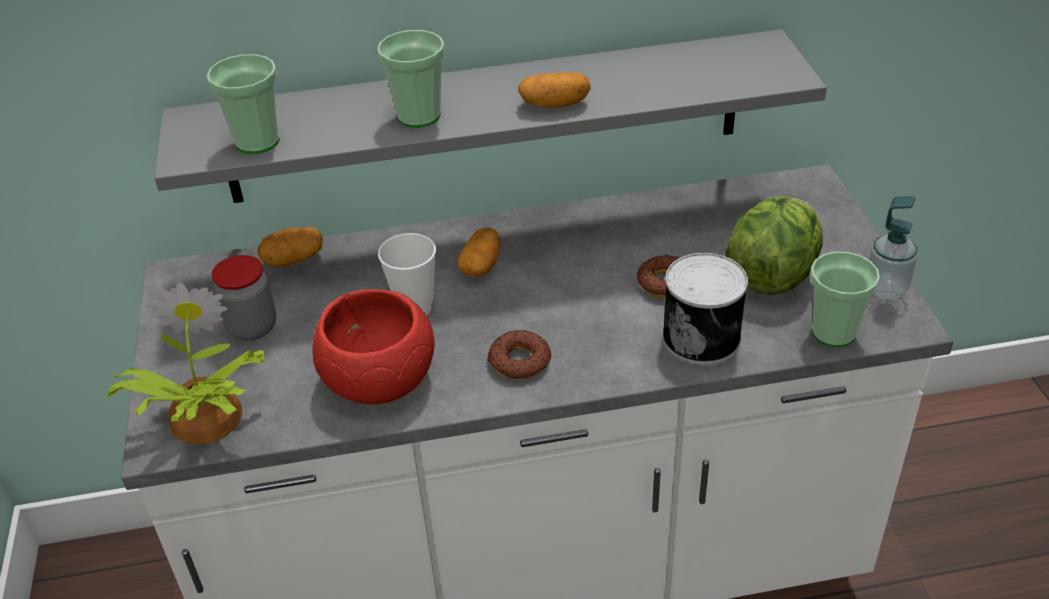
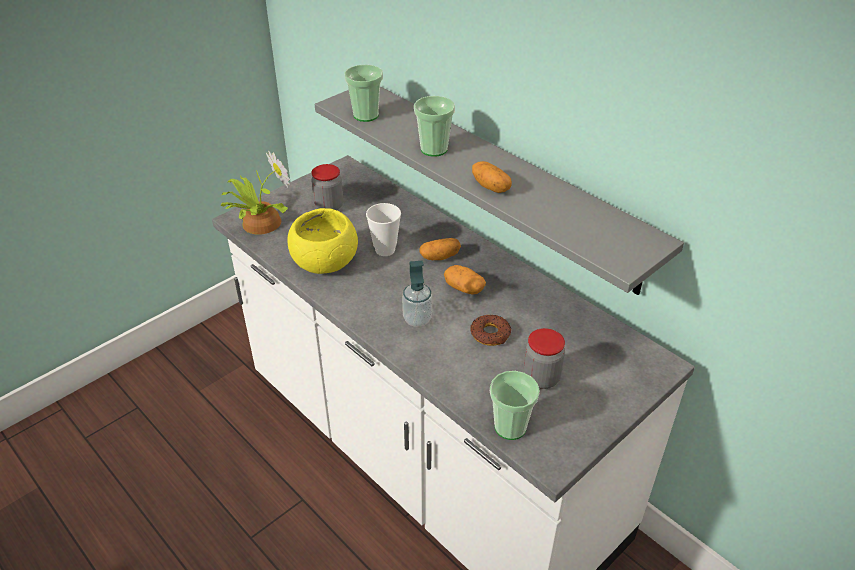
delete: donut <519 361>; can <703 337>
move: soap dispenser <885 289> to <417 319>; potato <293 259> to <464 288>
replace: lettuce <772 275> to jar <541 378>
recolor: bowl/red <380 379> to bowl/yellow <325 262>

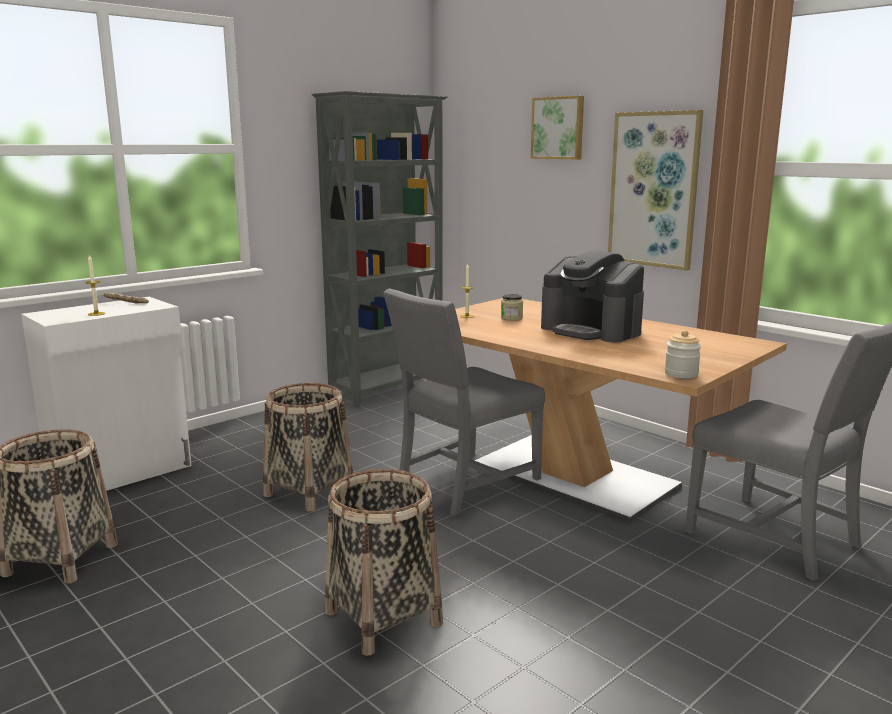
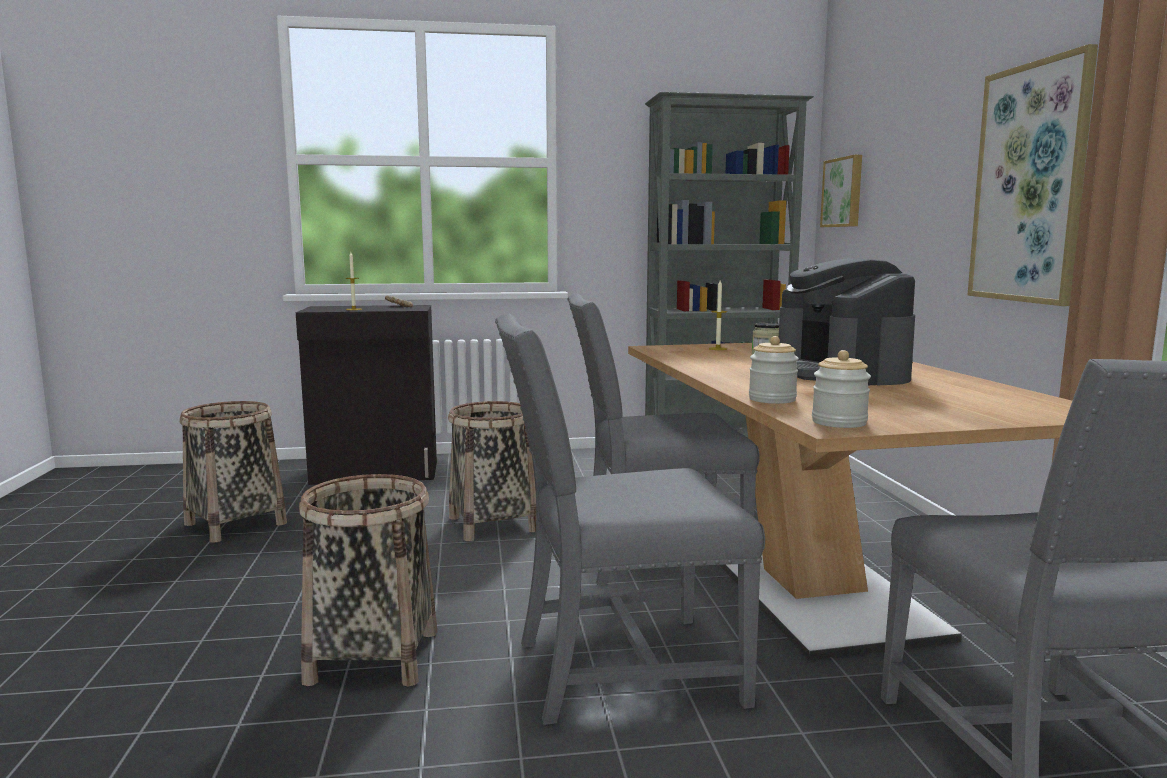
insert: chair/grey <620 670>; jar <772 399>
move: picture <558 128> to <844 192>
recolor: cabinet/white <122 473> to cabinet/black <376 473>

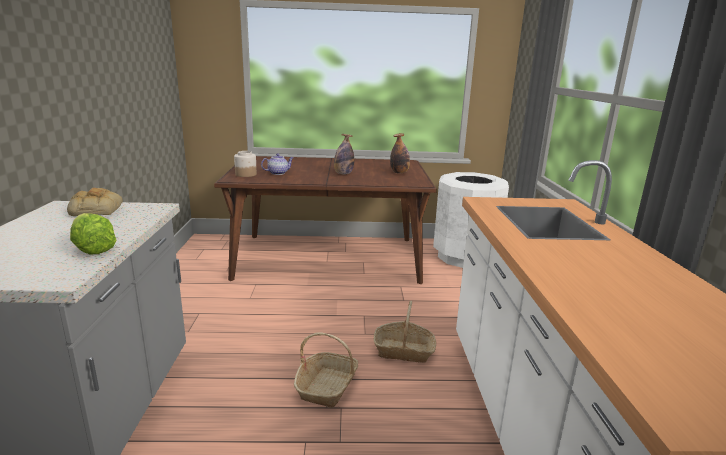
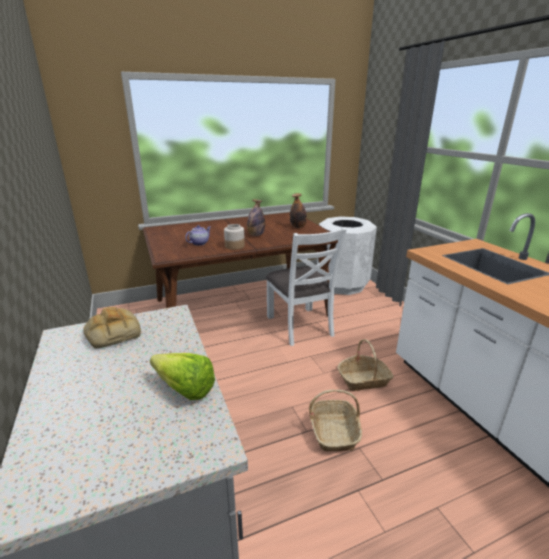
insert: chair/white <300 326>
move: jar <245 174> to <234 246>

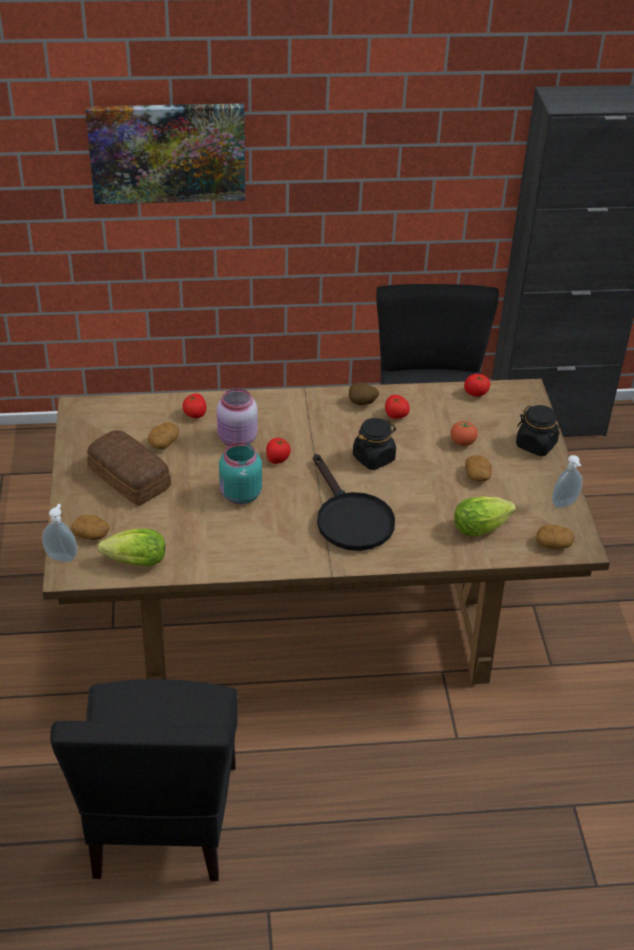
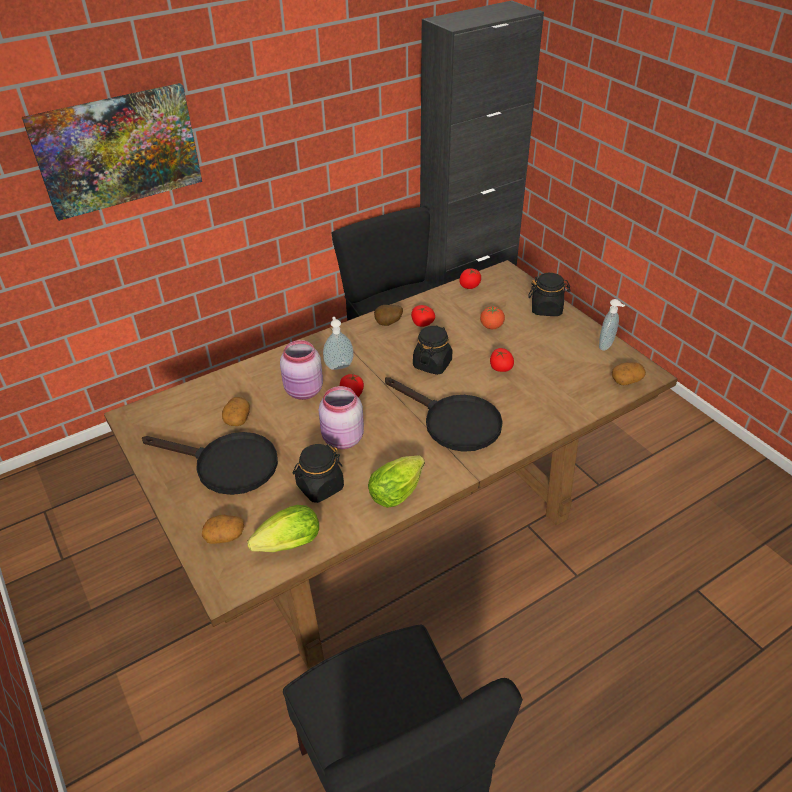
delete: potato <477 476>
insert: jar/black <320 487>
move: soap dispenser <62 556> to <339 365>; lettuce <483 527> to <399 491>; tomato <195 414> to <500 368>
replace: bread <129 479> to frying pan/black <226 465>
recolor: jar/turquoise <239 495> to jar/pink <342 439>

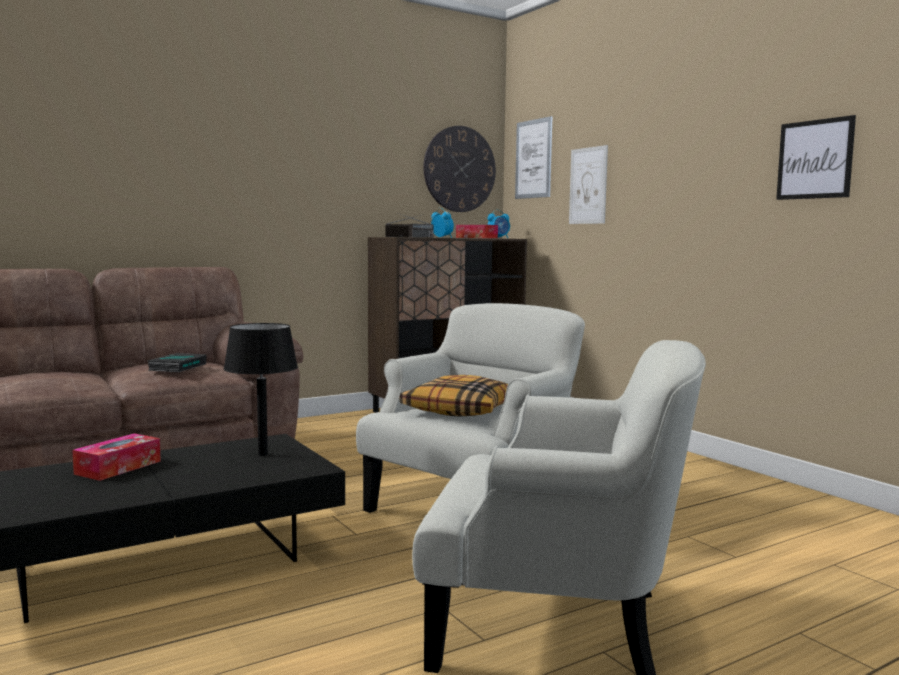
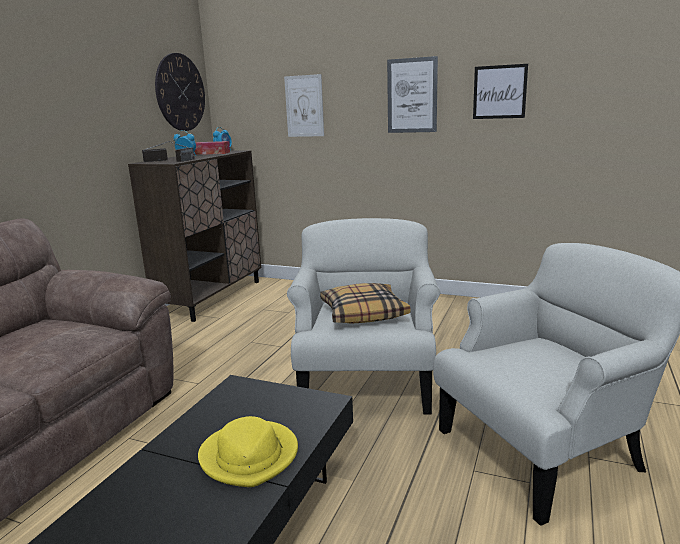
delete: tissue box <118 467>; book <177 367>; table lamp/black <262 454>
insert: hat/yellow <250 456>
move: picture <533 159> to <412 95>

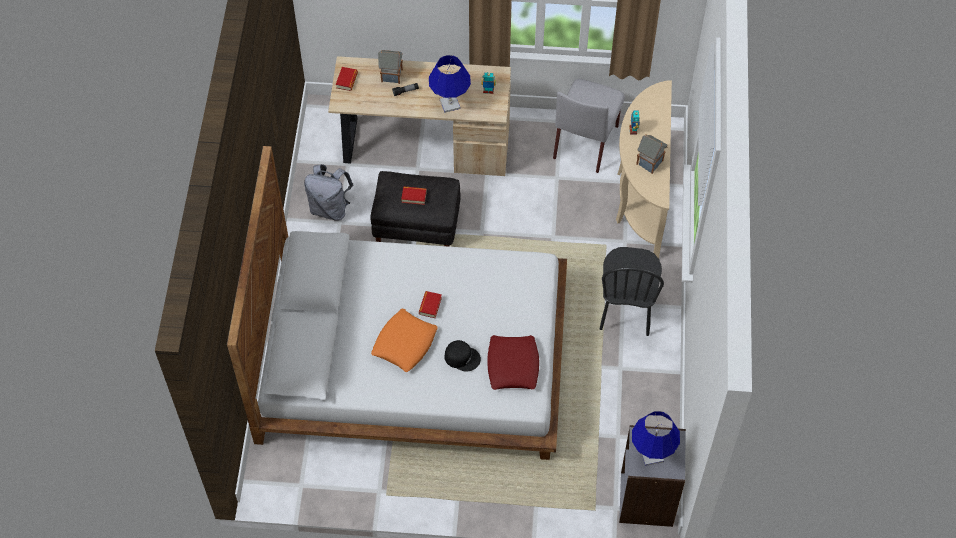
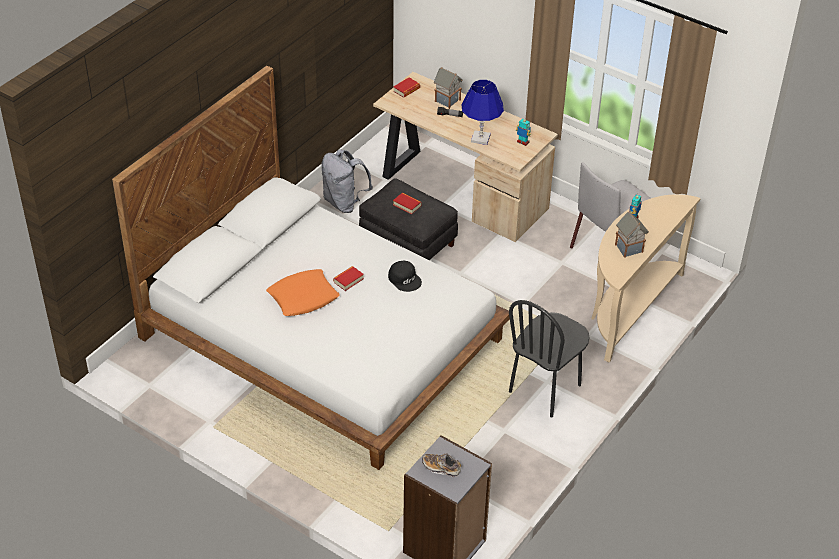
delete: pillow/red <512 365>
move: cap/black <462 357> to <405 279>
replace: table lamp/blue <651 455> to shoe <441 468>

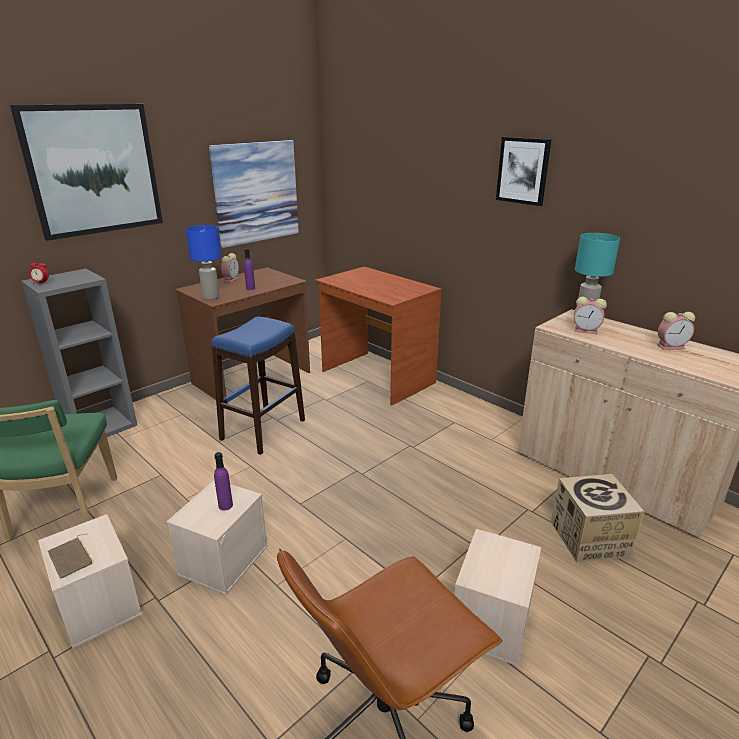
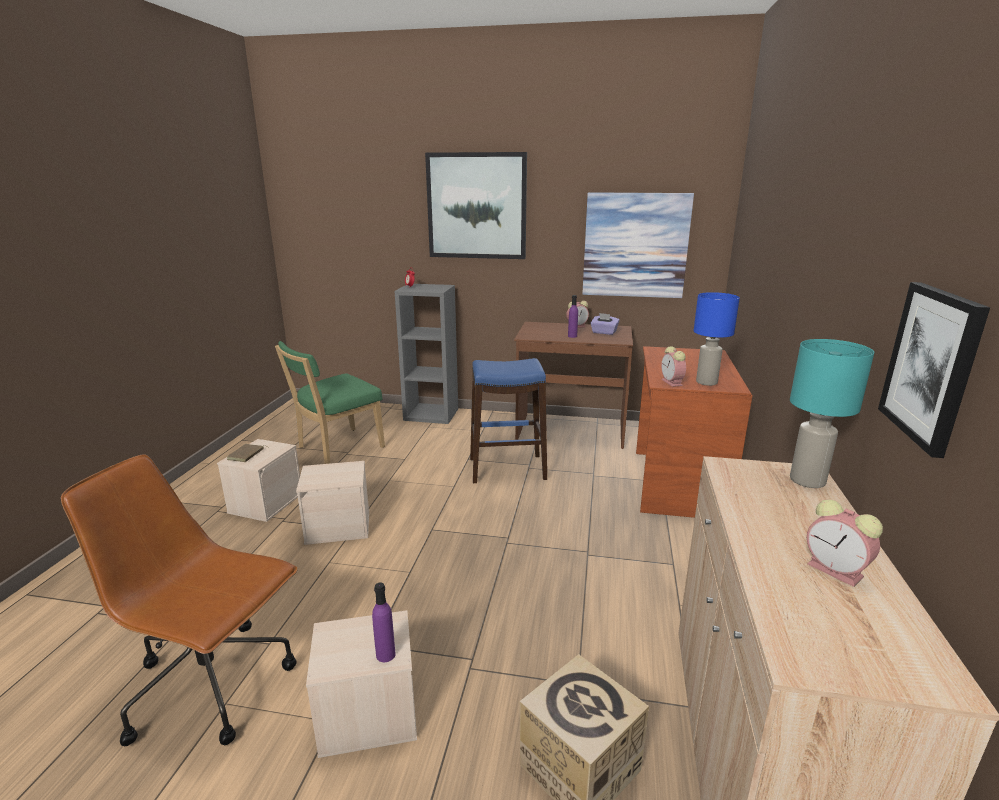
insert: tissue box/purple <604 332>
move: bottle/purple <225 505> to <385 655>; alarm clock <587 331> to <672 383>; table lamp/blue <210 297> to <706 382>; picture <523 171> to <931 365>

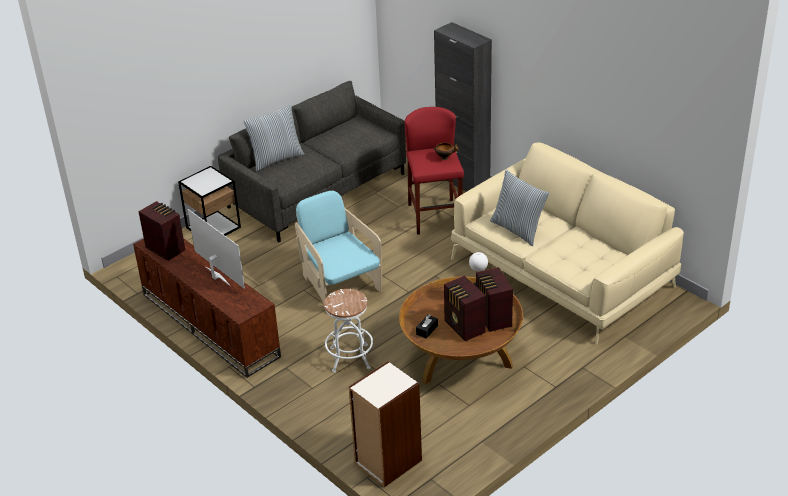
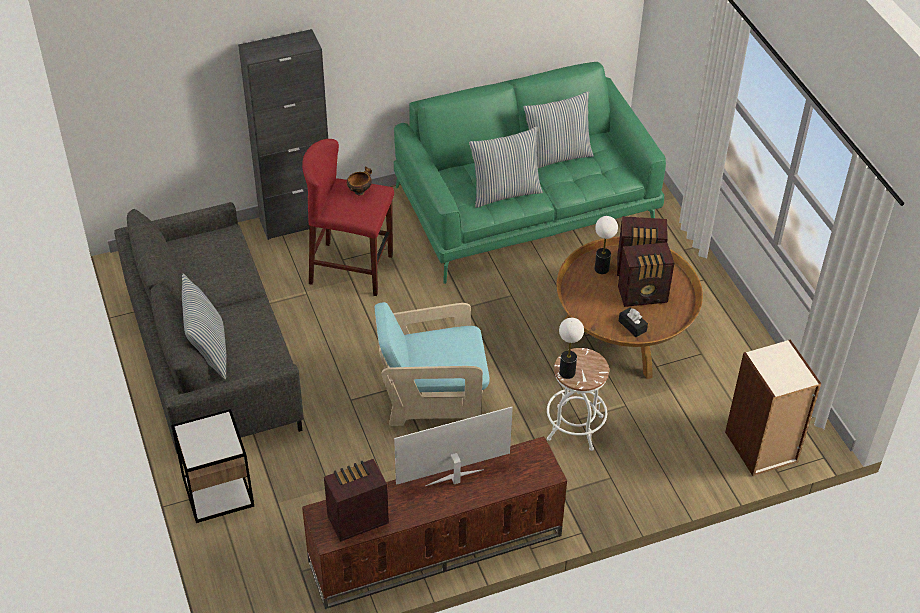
insert: pillow <556 156>; table lamp <567 372>
recolor: sofa/beige <563 273> to sofa/green <526 207>

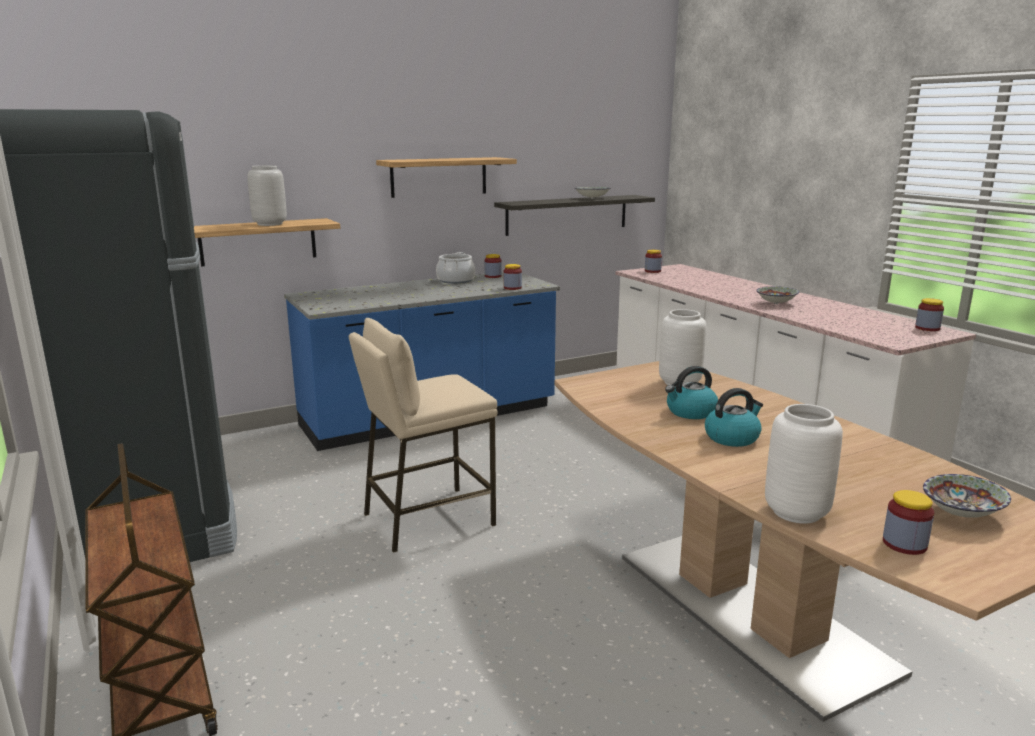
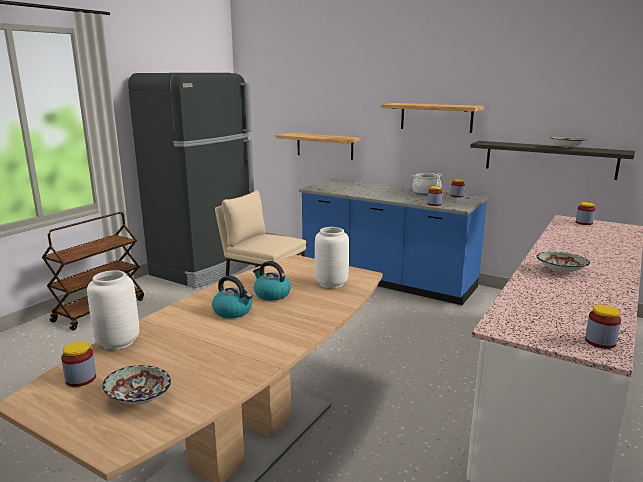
delete: vase/grey <269 224>

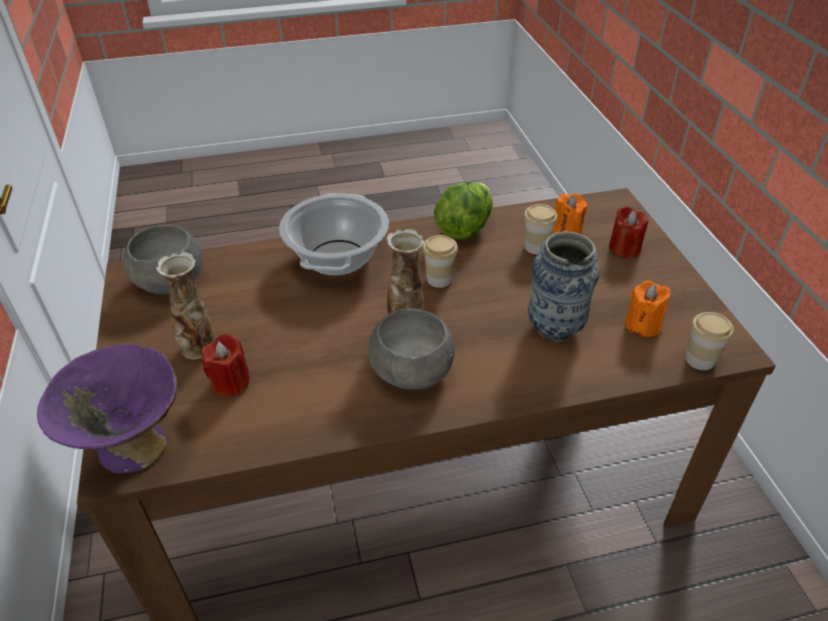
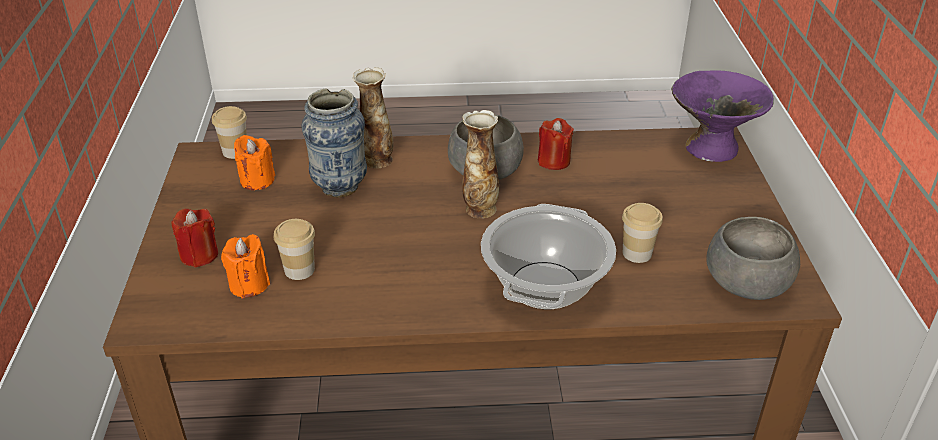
delete: lettuce <464 228>
move: vase <199 347> to <377 160>; candle/red <230 382> to <553 161>; cup <439 279> to <637 253>

